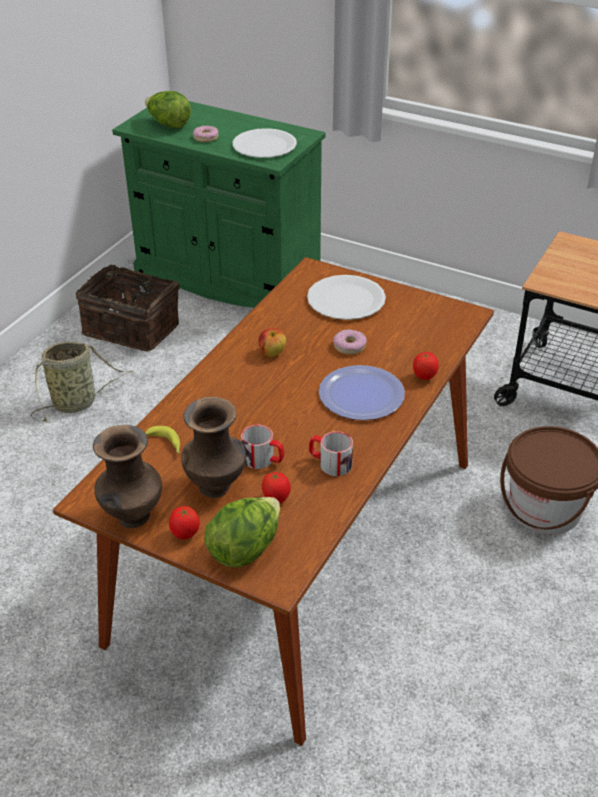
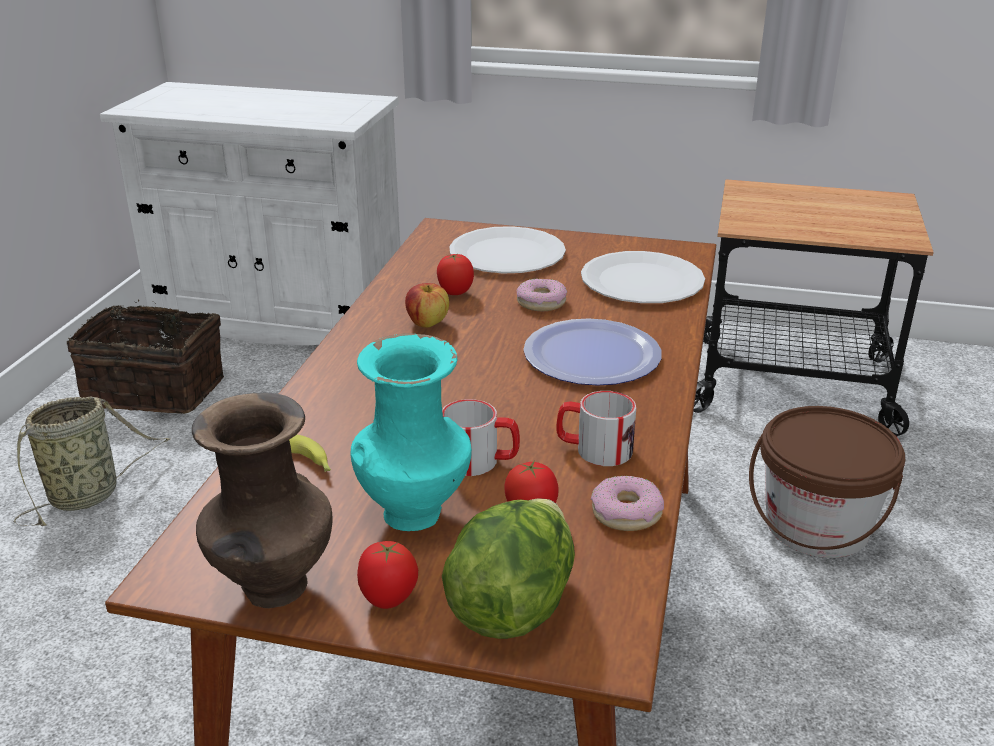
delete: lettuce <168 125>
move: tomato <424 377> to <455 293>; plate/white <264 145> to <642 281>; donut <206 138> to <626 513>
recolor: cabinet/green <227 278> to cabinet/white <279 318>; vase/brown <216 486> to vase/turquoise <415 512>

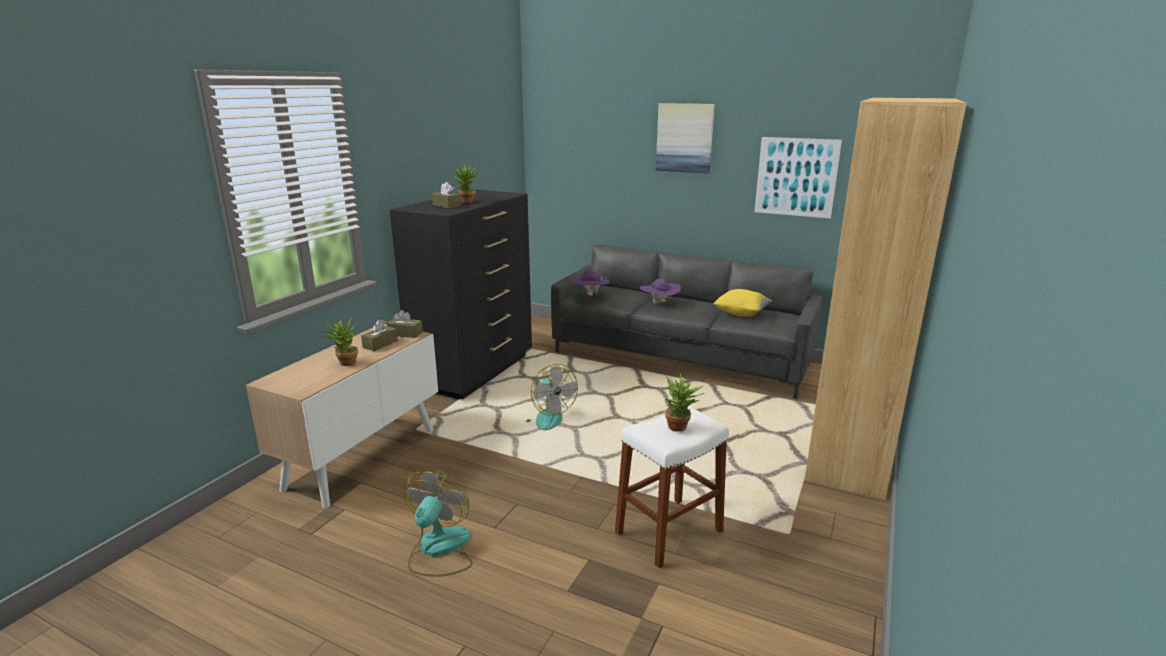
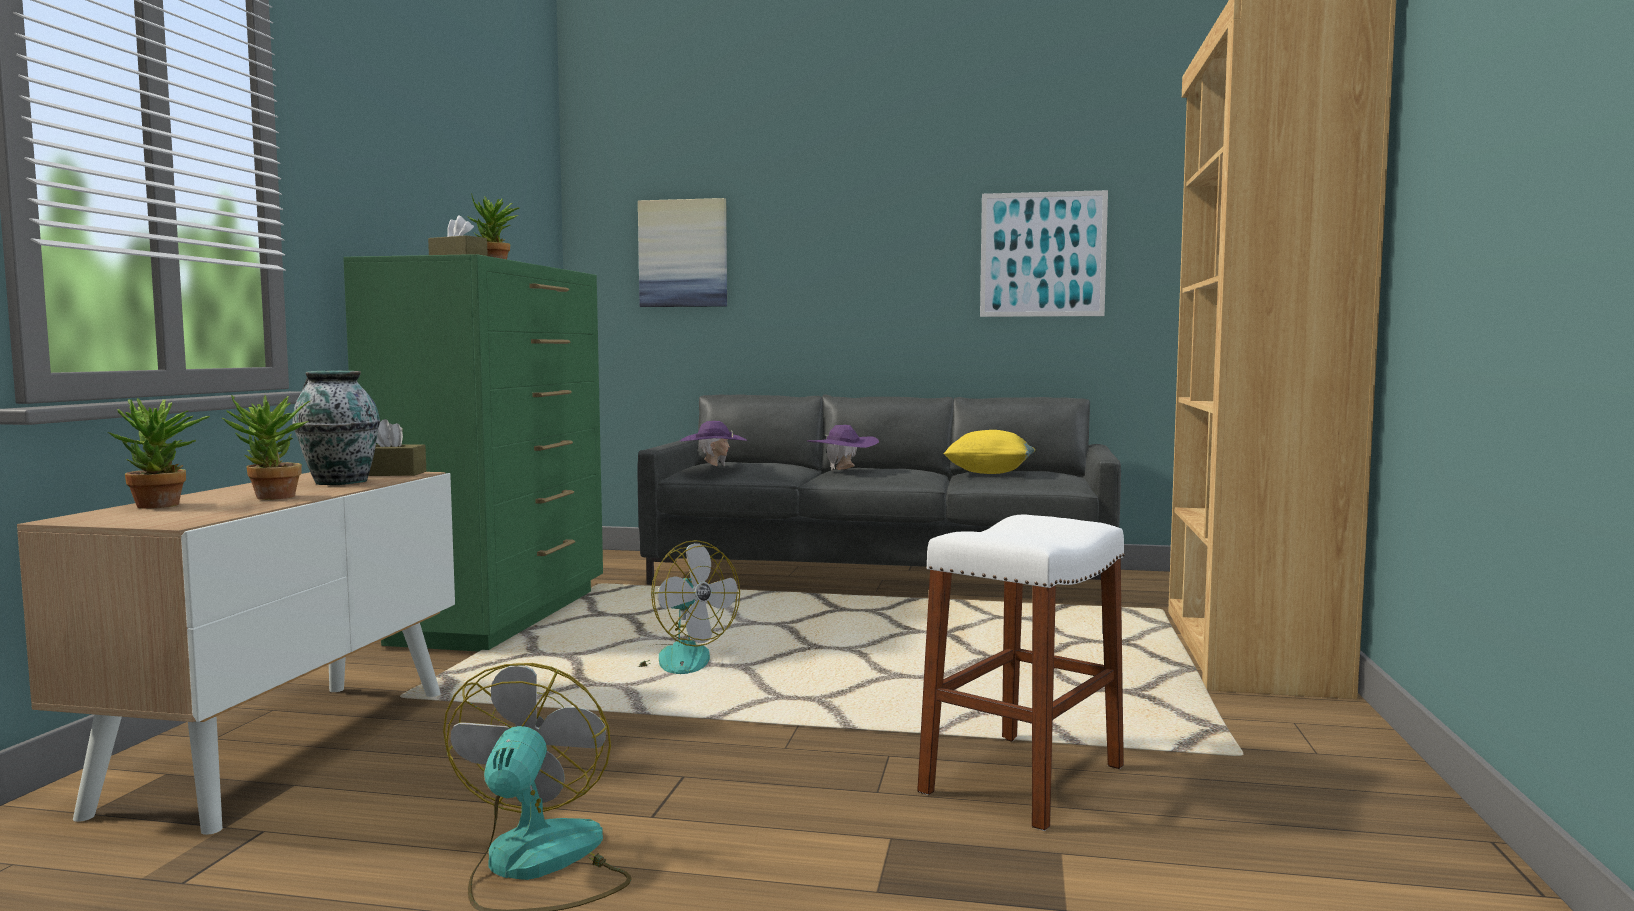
move: potted plant <680 428> to <164 506>; picture <685 138> to <683 253>
replace: tissue box/brown <380 344> to vase <339 482>
recolor: dresser/black <476 371> to dresser/green <498 616>

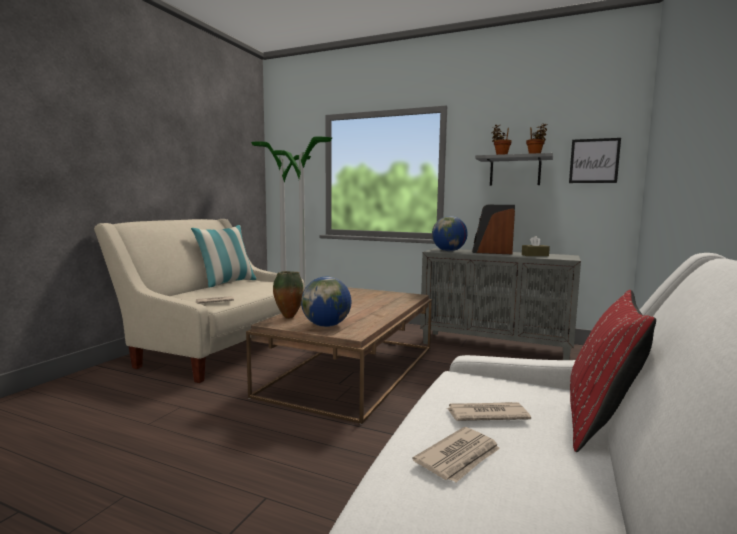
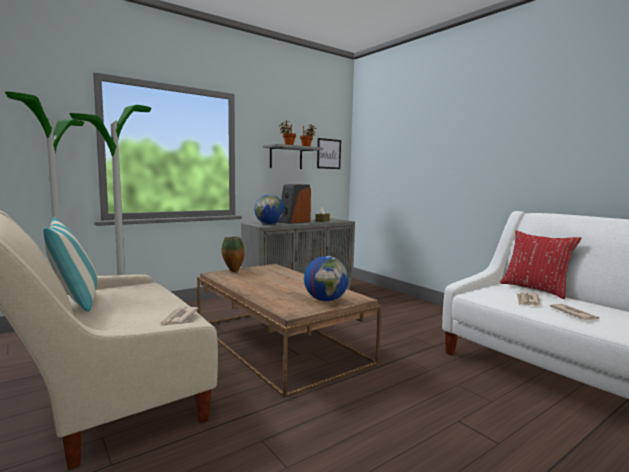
move: vase <288 317> to <233 271>

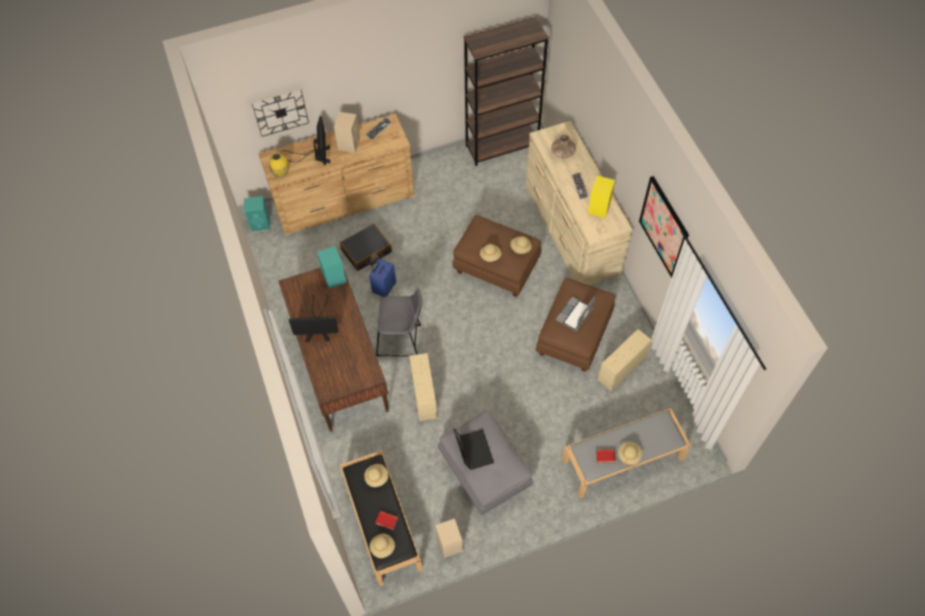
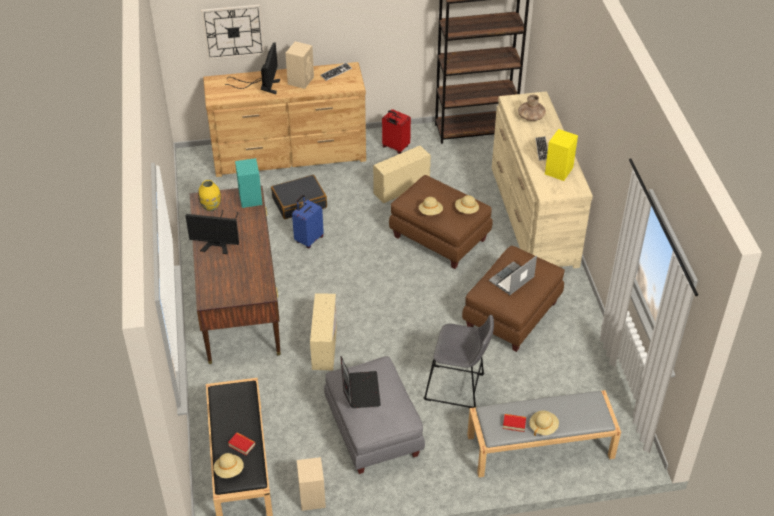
delete: speaker/turquoise <260 223>; hat/beige <376 477>; picture <664 227>
insert: suitcase/red <395 147>
move: vase/yellow <281 173> to <211 207>; storage box/beige <621 368> to <401 188>; stool/grey <401 341> to <457 388>

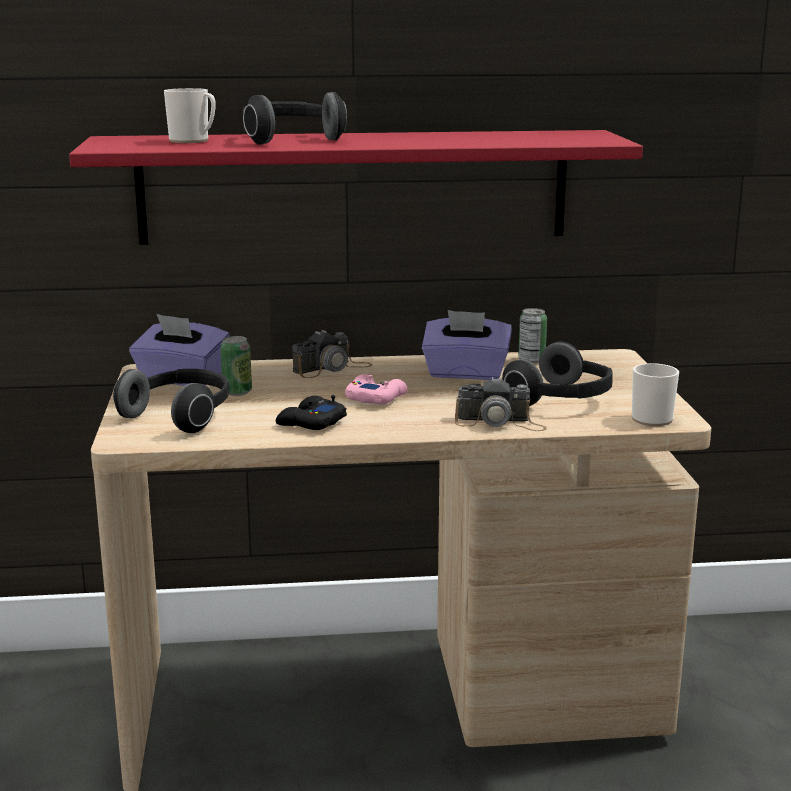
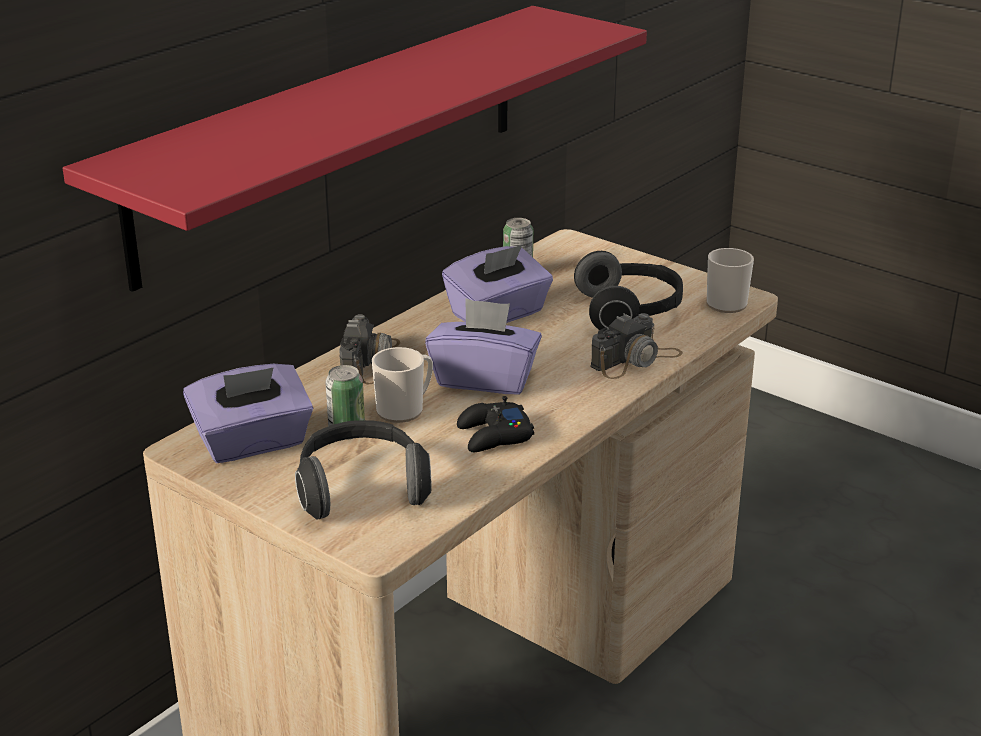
delete: headphones <289 139>
move: mug <193 141> to <404 409>
replace: game controller/pink <375 398> to tissue box/purple <484 379>

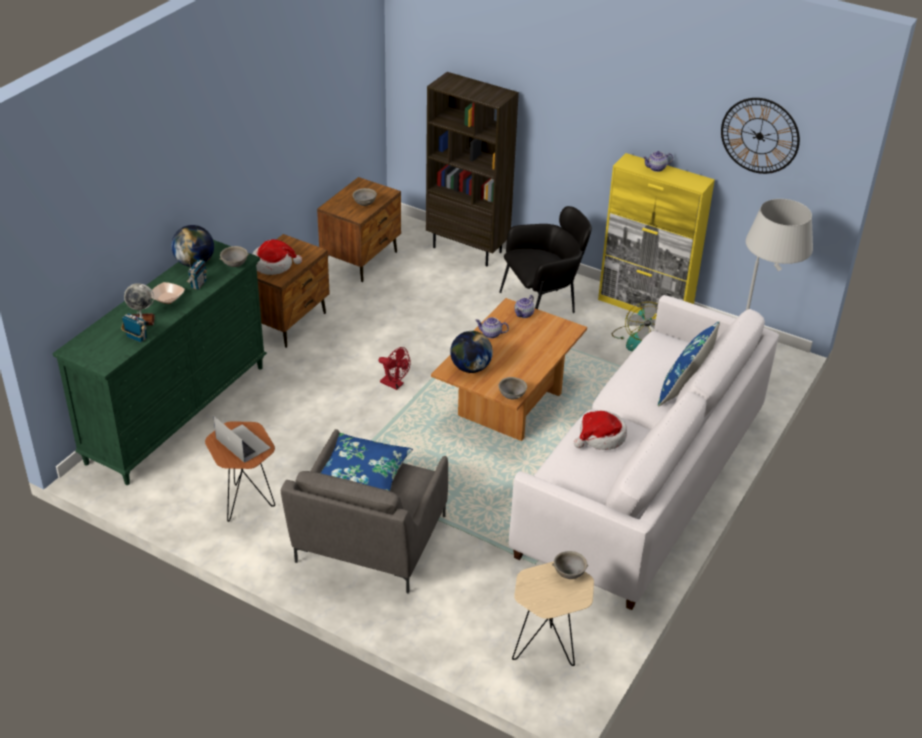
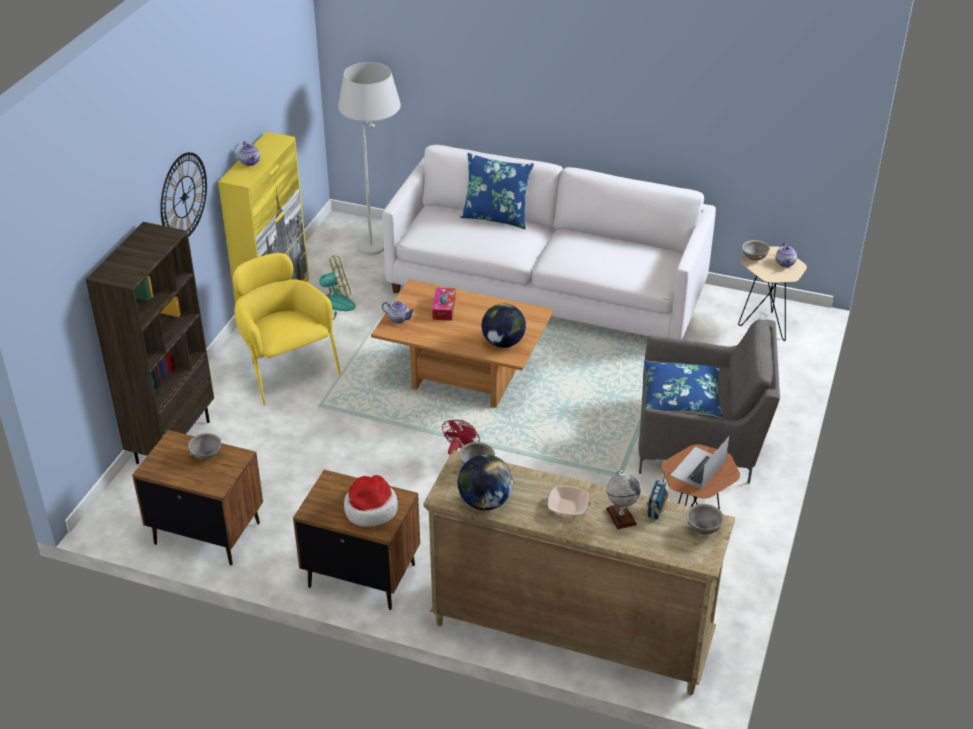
delete: radio <198 284>; hat <601 437>
insert: tissue box <444 309>
move: wall clock <759 136> to <183 197>; bowl/grey <512 396> to <702 529>; teapot <491 334> to <785 263>
recolor: armchair/black <543 306> to armchair/yellow <286 371>; dresser/green <178 413> to dresser/beige <570 633>

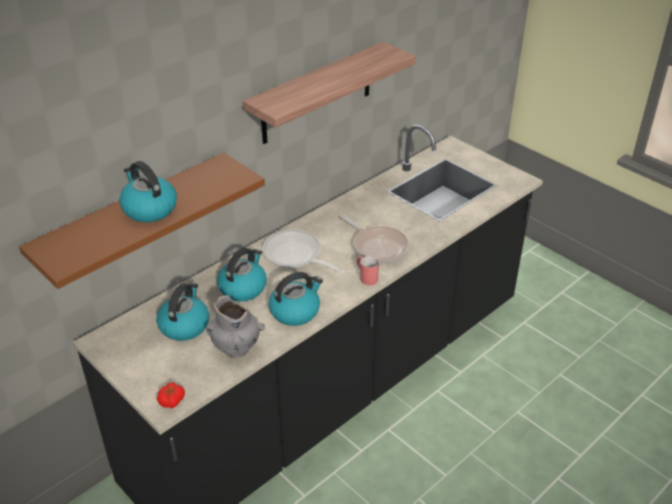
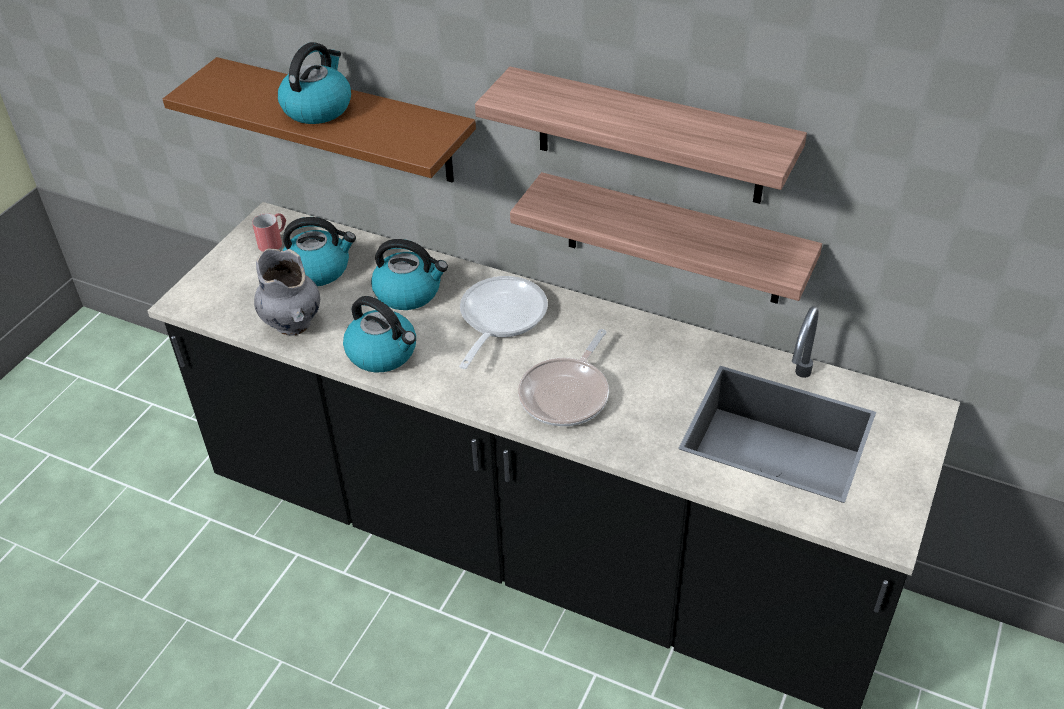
delete: tomato <171 400>
insert: shelf <673 240>
move: mug/red <366 277> to <274 241>

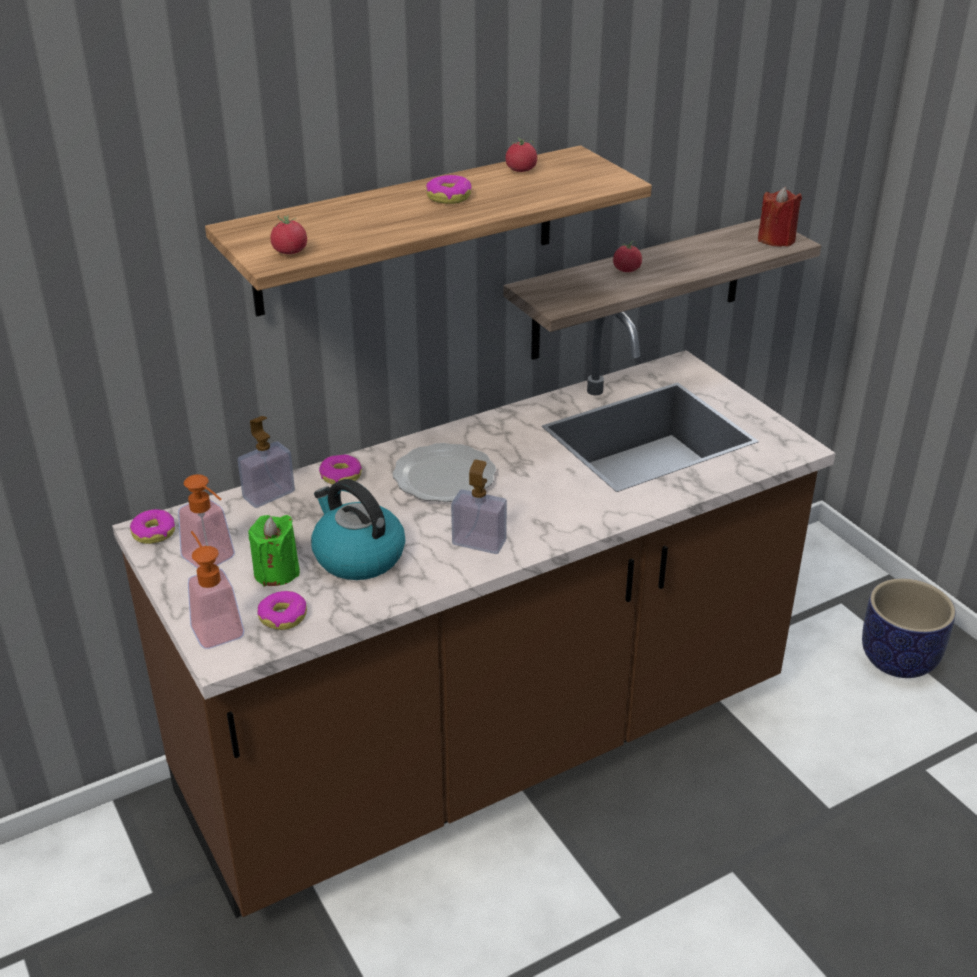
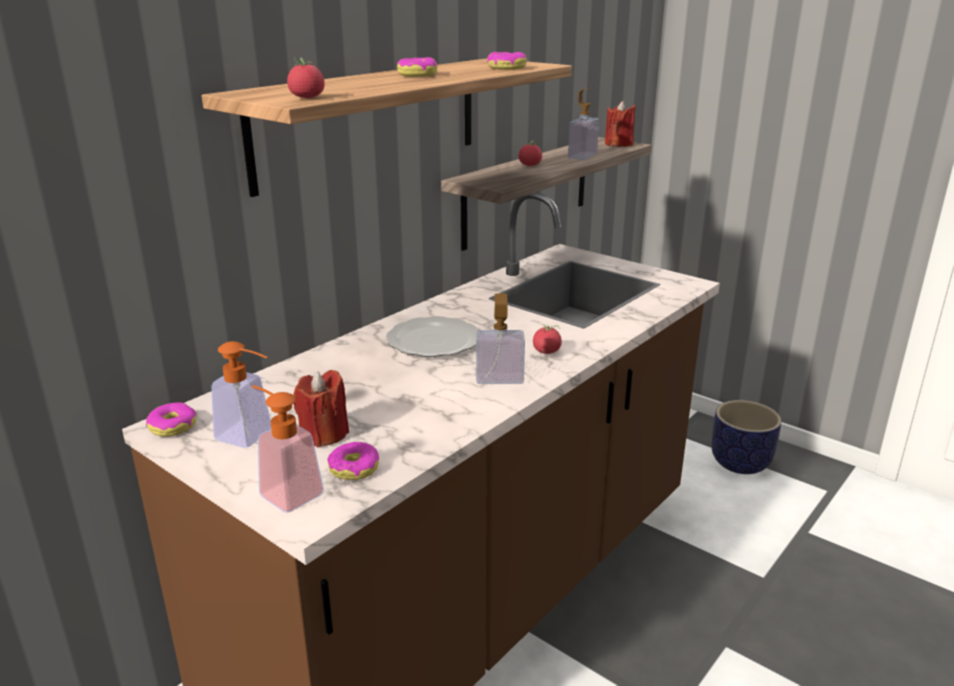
delete: kettle <357 556>
move: donut <341 475> to <506 68>; tomato <521 170> to <546 351>; soap dispenser <269 494> to <582 156>
recolor: candle/green <276 572> to candle/red <323 434>

